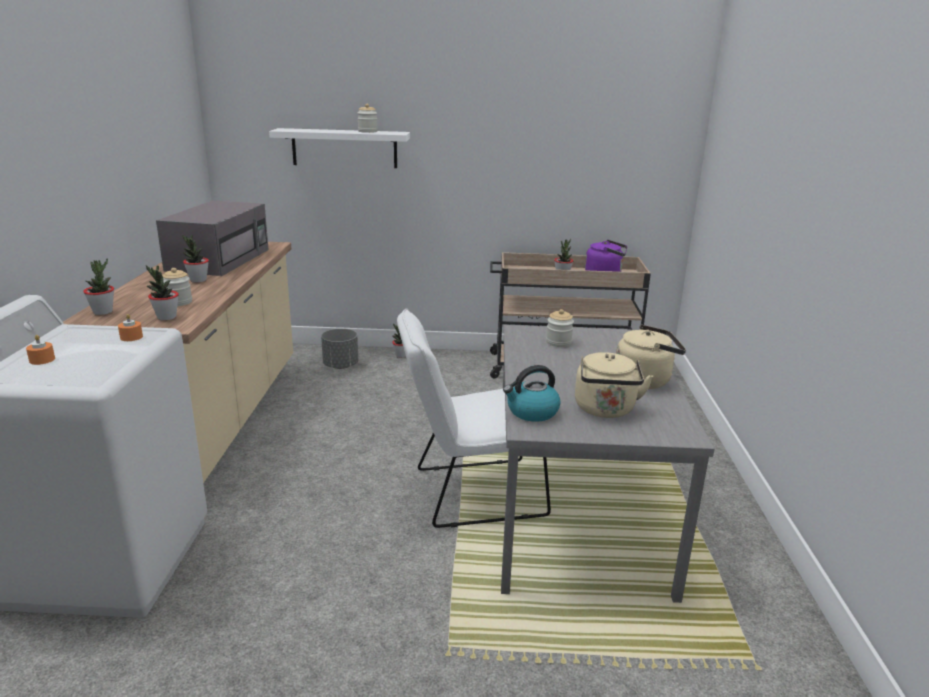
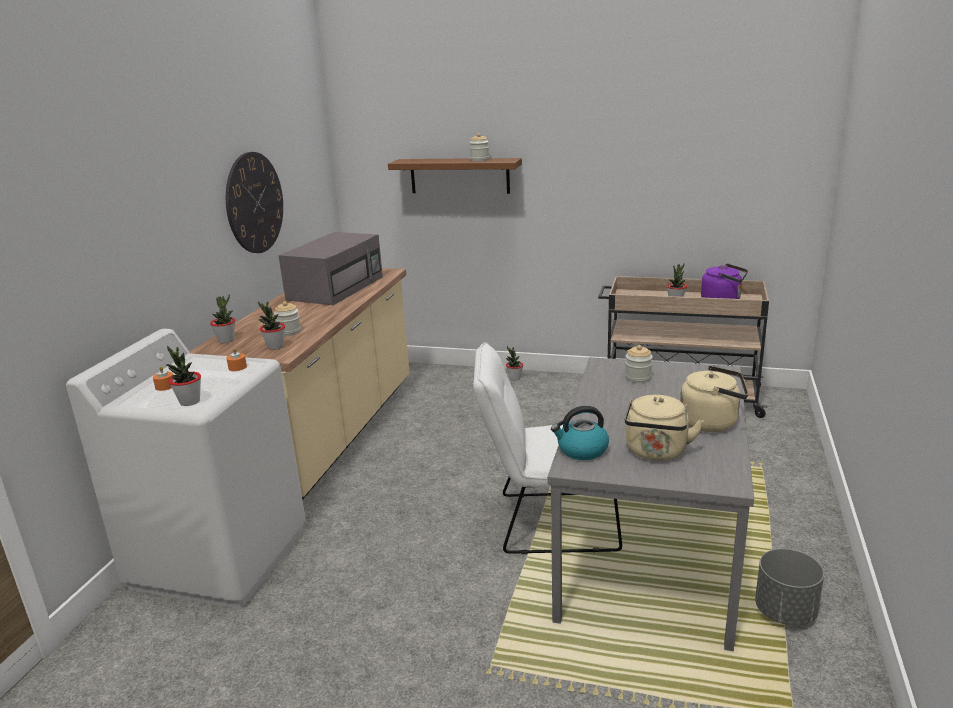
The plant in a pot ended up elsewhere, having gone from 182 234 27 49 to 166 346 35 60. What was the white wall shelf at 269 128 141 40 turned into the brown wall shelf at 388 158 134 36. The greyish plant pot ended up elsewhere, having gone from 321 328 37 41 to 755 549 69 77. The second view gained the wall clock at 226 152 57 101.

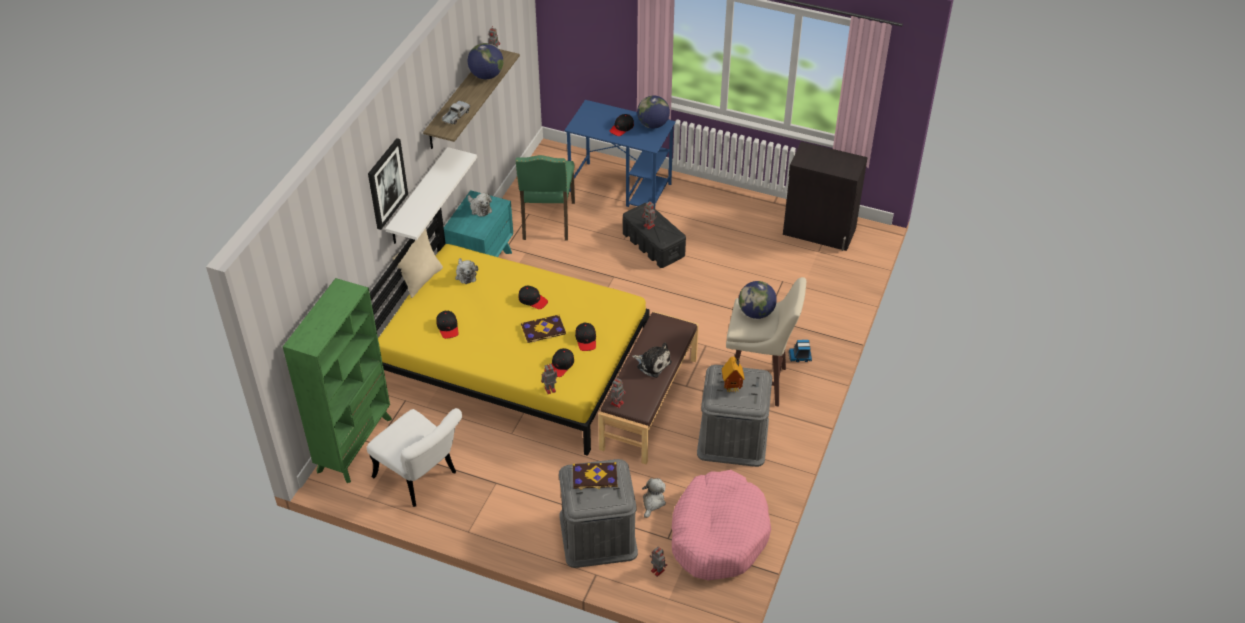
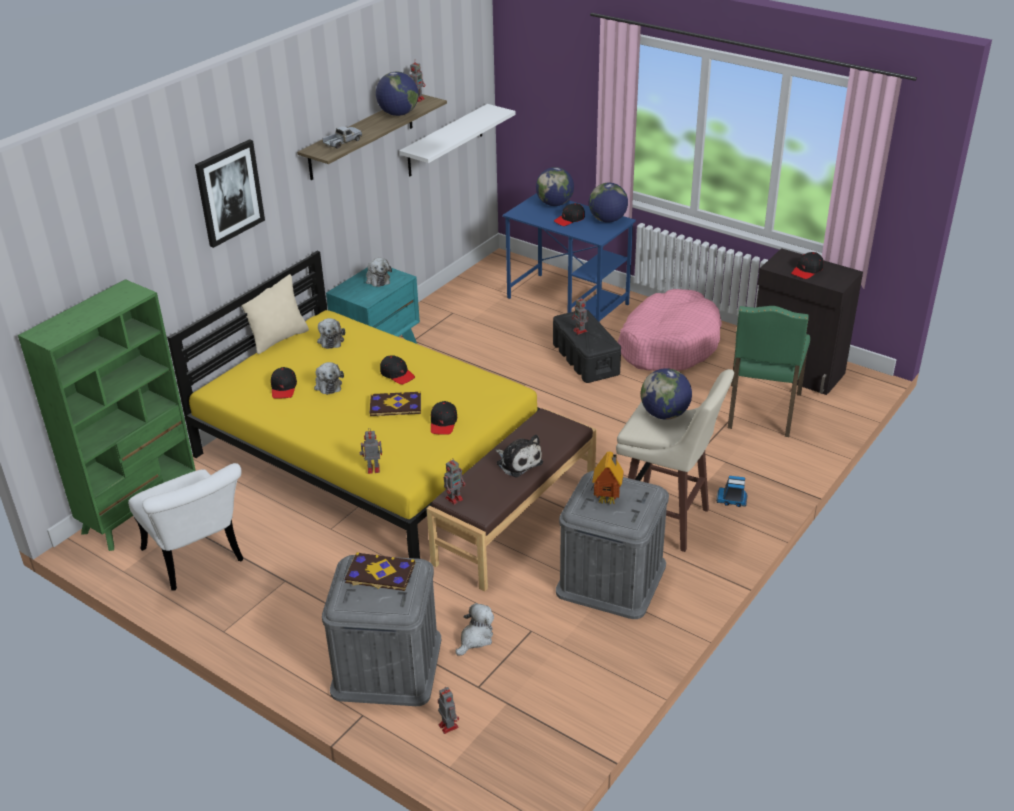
The white wall shelf ended up elsewhere, having gone from 385 147 92 97 to 399 104 116 72. The green-coloured chair ended up elsewhere, having gone from 515 155 60 86 to 728 306 82 131. The blackish baseball cap ended up elsewhere, having gone from 551 348 23 29 to 791 252 32 27. The pinkish pet bed ended up elsewhere, having gone from 672 470 99 110 to 618 289 104 82. The second view gained the soft toy at 314 362 30 33. The second view gained the desk globe at 536 167 38 39.

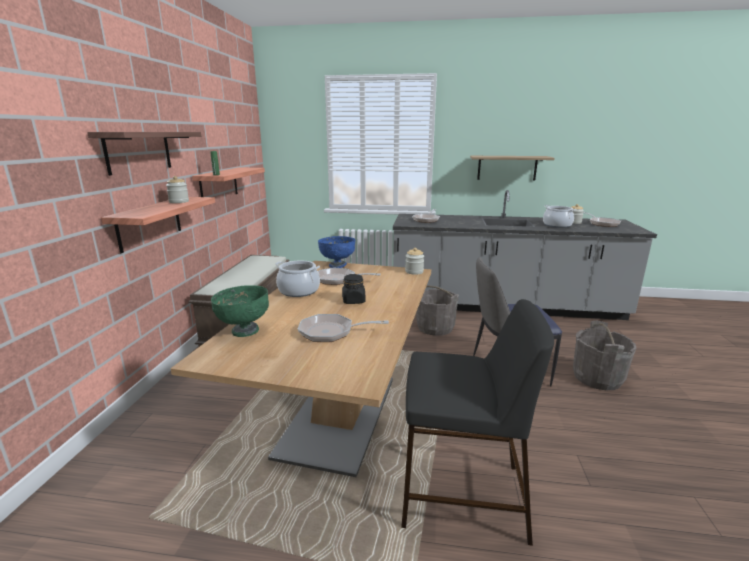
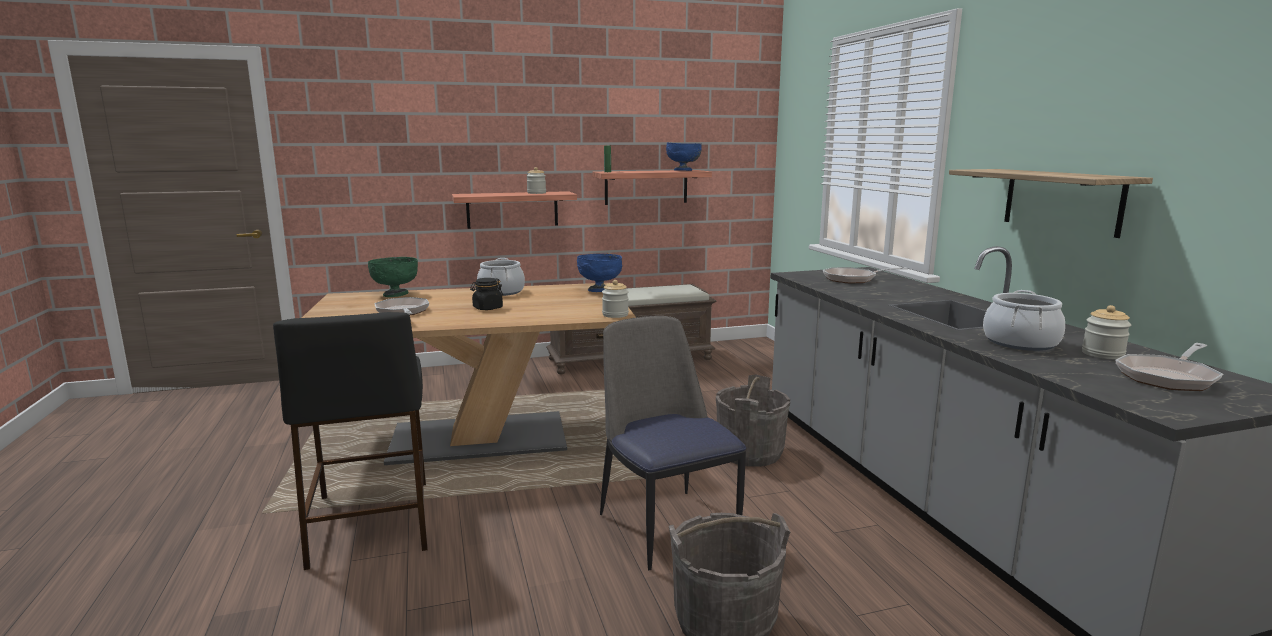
The second view lost the wall shelf at 87 132 114 44. The second view lost the skillet at 318 268 63 17. The second view gained the blue-coloured bowl at 666 142 36 29.

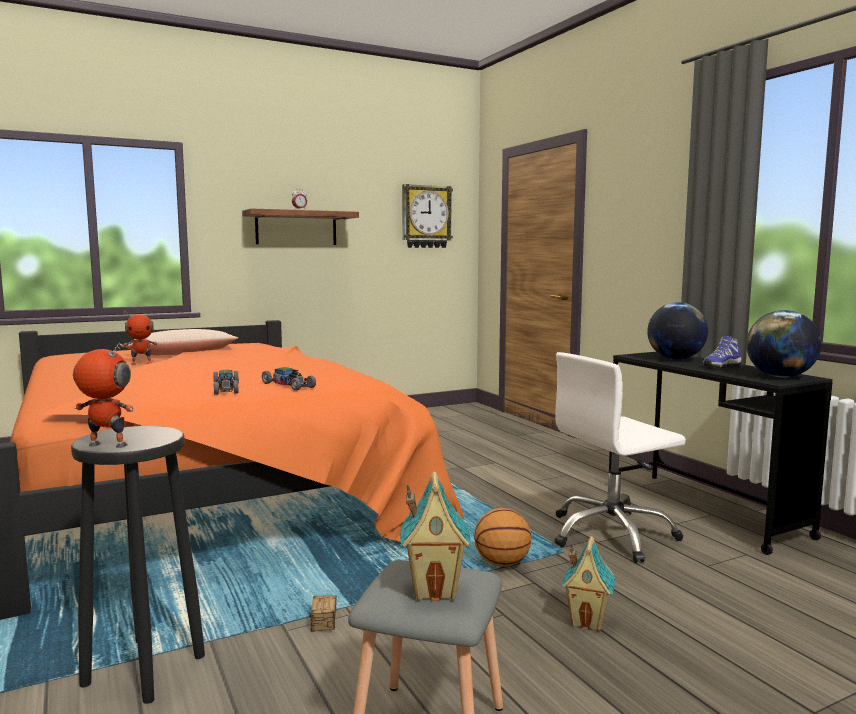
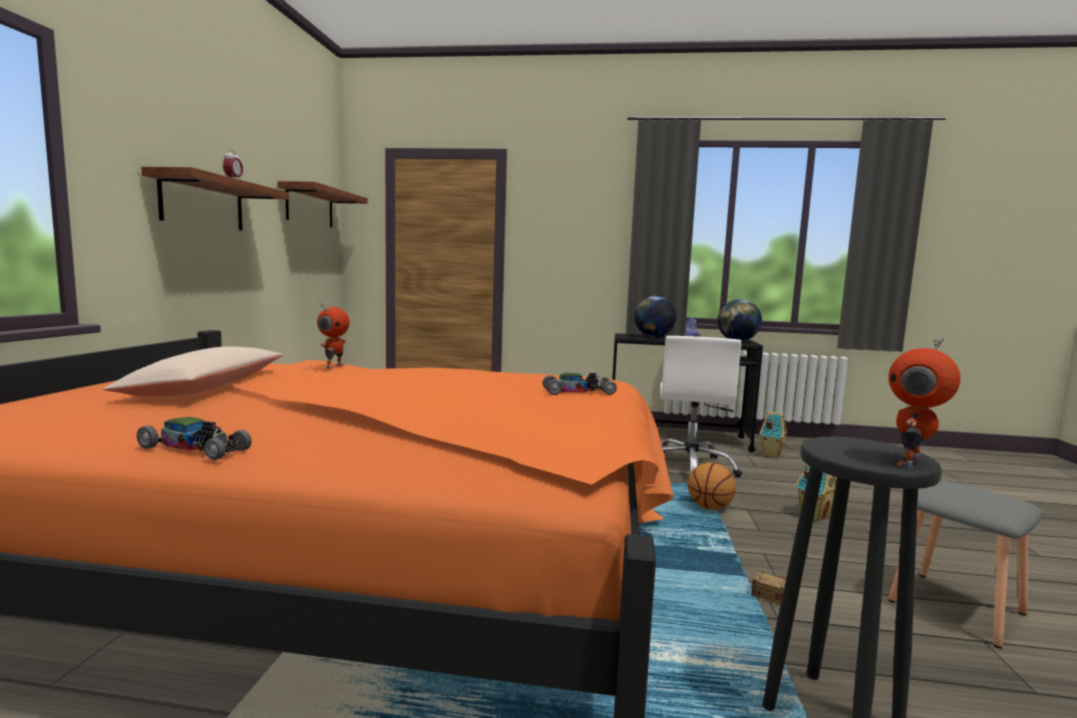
The toy robot ended up elsewhere, having gone from 123 311 34 54 to 317 303 33 66. The toy car ended up elsewhere, having gone from 213 370 26 25 to 137 417 115 43. The toy house ended up elsewhere, having gone from 400 471 71 130 to 760 411 28 47. Where the wall clock hung at 402 184 51 64, the wall shelf came to hang at 277 181 91 46.

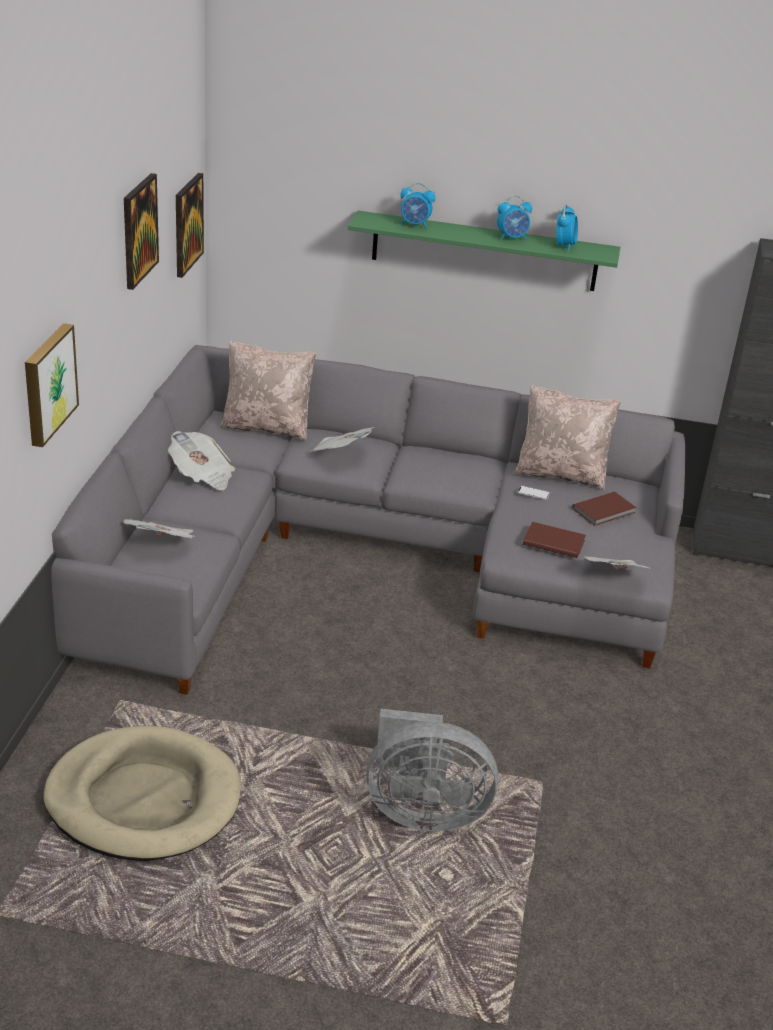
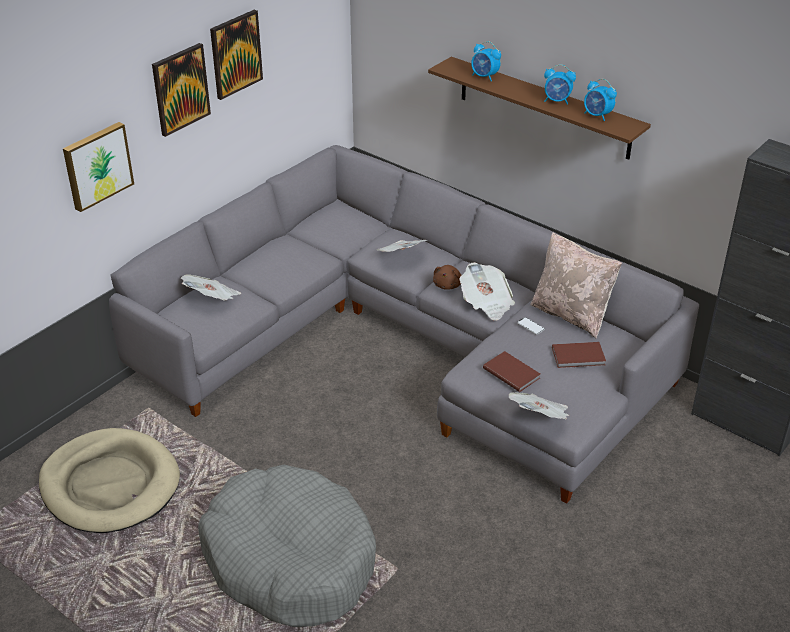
The newspaper ended up elsewhere, having gone from 168 431 67 60 to 459 262 56 59. The picture ended up elsewhere, having gone from 176 173 28 105 to 152 43 59 94. The second view lost the beige-coloured pillow at 220 340 96 101. What was the green-coloured wall shelf at 347 211 273 80 turned into the brown wall shelf at 428 57 223 103. Where the greyish electric fan stood at 366 709 133 122, the greyish pet bed came to stand at 198 465 178 162. The bedside clock at 556 204 22 48 ended up facing another way, 90 degrees clockwise from before. The second view gained the brown soft toy at 433 265 28 25.

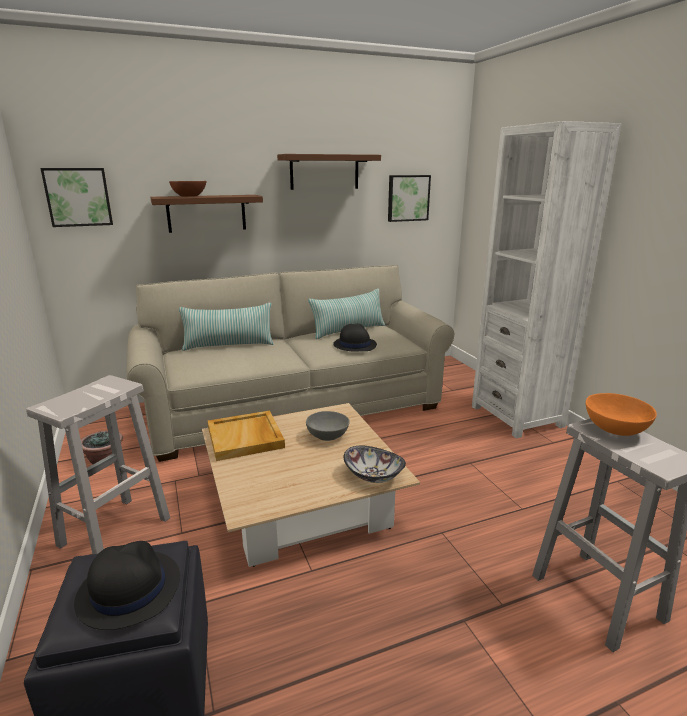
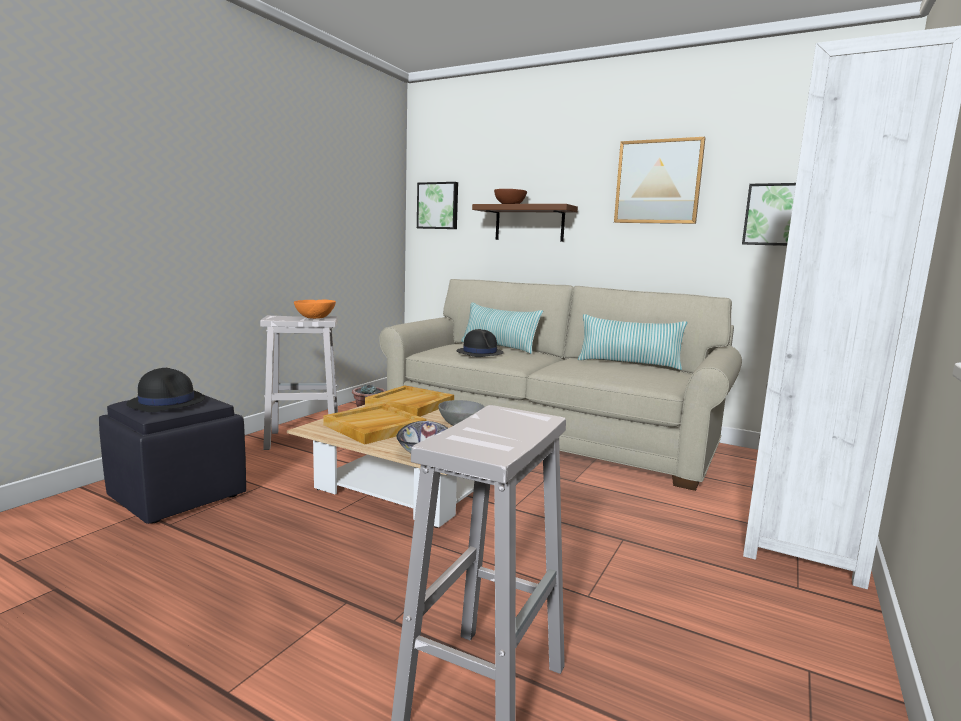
Where the brown wall shelf hung at 277 154 104 36, the picture came to hang at 614 137 91 87. The blackish wearable hat ended up elsewhere, having gone from 333 324 44 27 to 457 329 47 28. The orange bowl ended up elsewhere, having gone from 586 393 71 43 to 294 300 42 19. The second view gained the beige-coloured serving tray at 323 403 103 42.

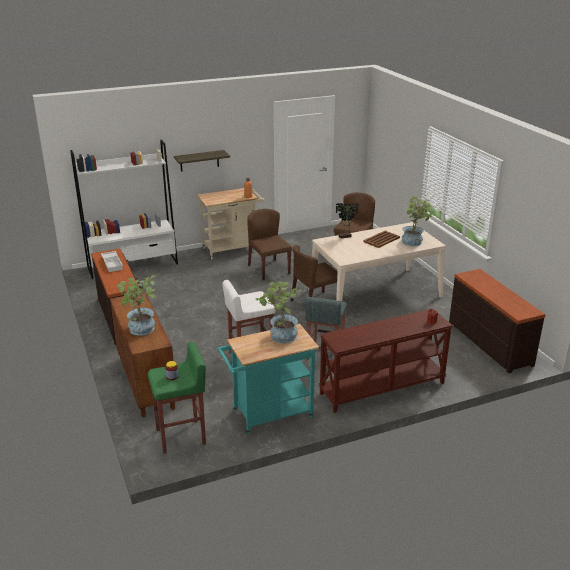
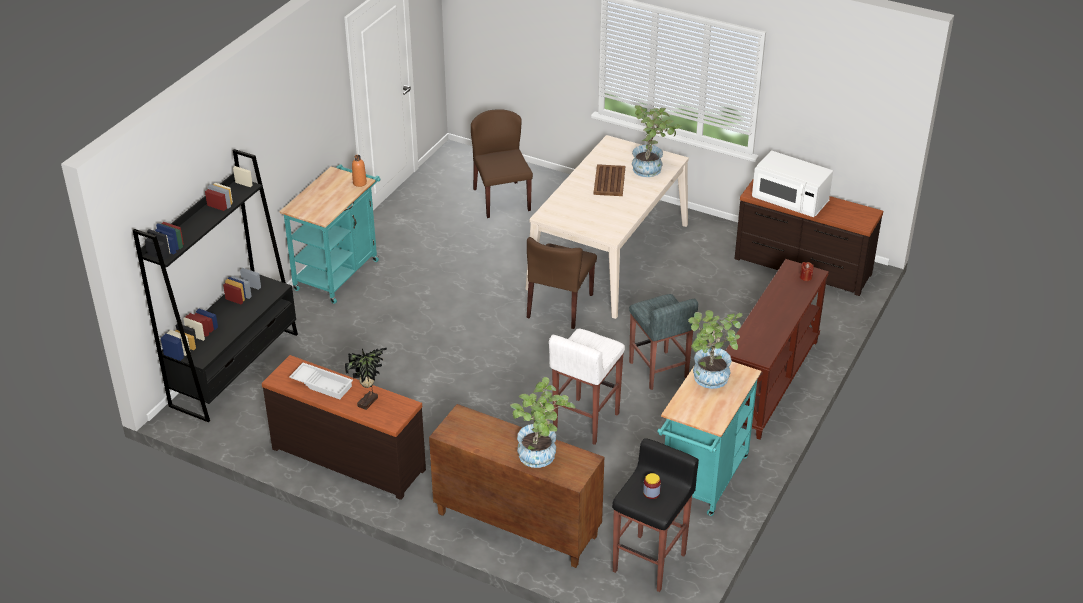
What was the white shelving unit at 70 140 108 139 turned into the blackish shelving unit at 133 149 165 273. What was the green-coloured stool at 148 342 58 112 turned into the blackish stool at 612 438 87 154. The second view lost the wall shelf at 174 150 56 21. What was the beige-coloured cart at 197 188 68 72 turned into the turquoise cart at 279 164 101 140. The second view lost the brown chair at 247 209 45 71. The plant in a pot ended up elsewhere, having gone from 336 203 23 36 to 345 348 42 62. The second view gained the white microwave at 752 151 81 66.

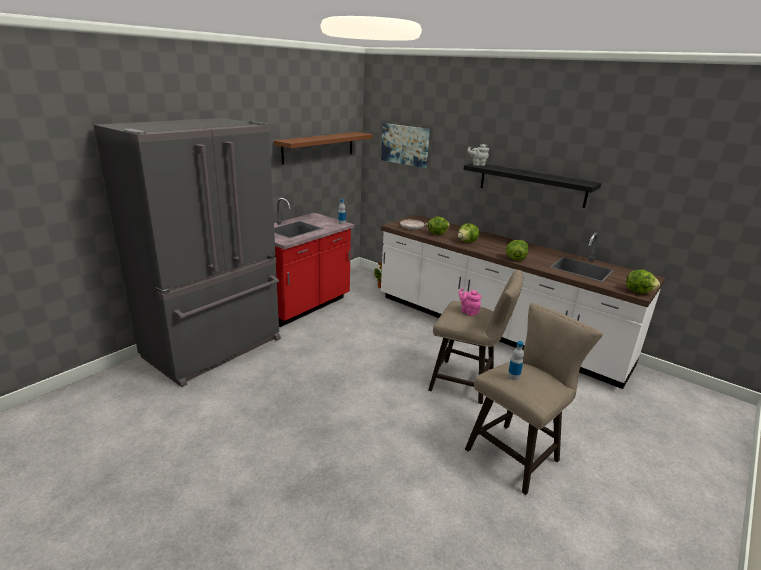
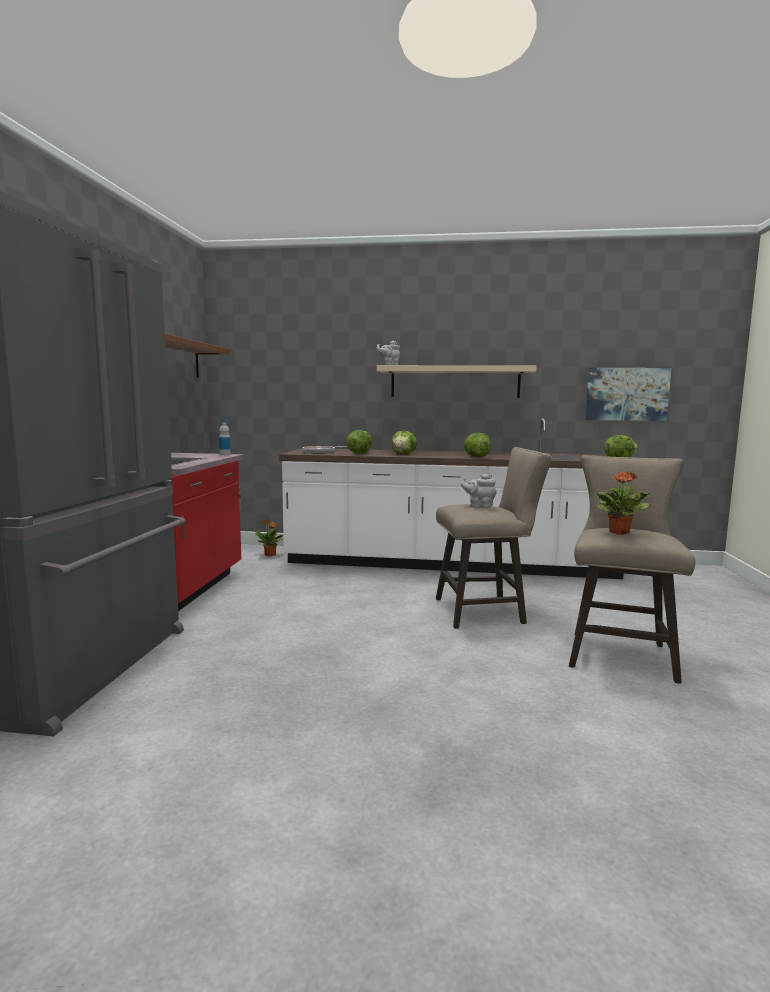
The picture ended up elsewhere, having gone from 381 123 49 45 to 585 368 87 53. What was the pinkish teapot at 458 288 23 28 turned into the greyish teapot at 461 473 35 35. What was the blackish wall shelf at 463 163 138 45 turned into the beige-coloured wall shelf at 377 365 160 33. Where the bottle stood at 508 341 16 40, the plant in a pot came to stand at 597 471 54 64.

